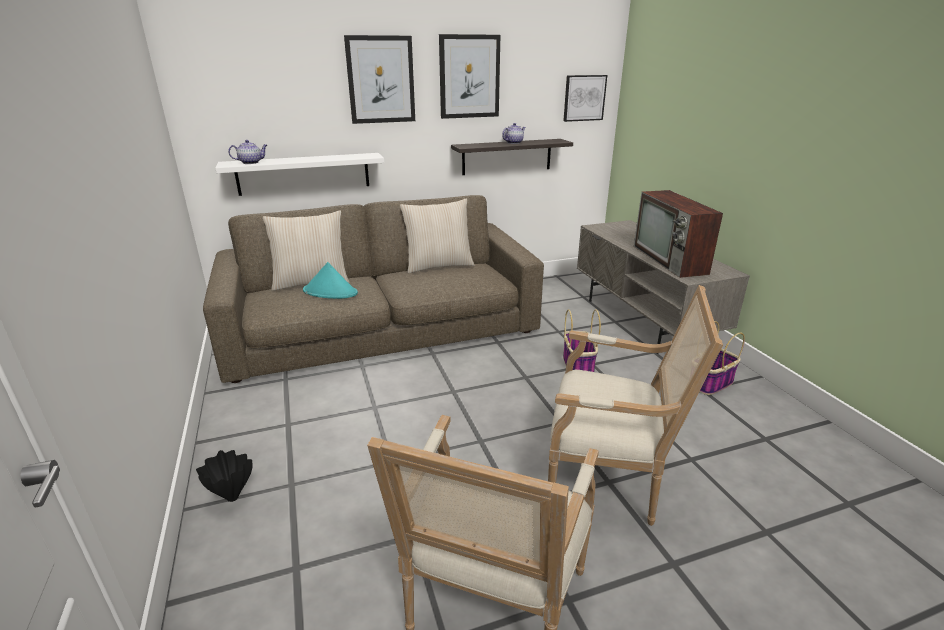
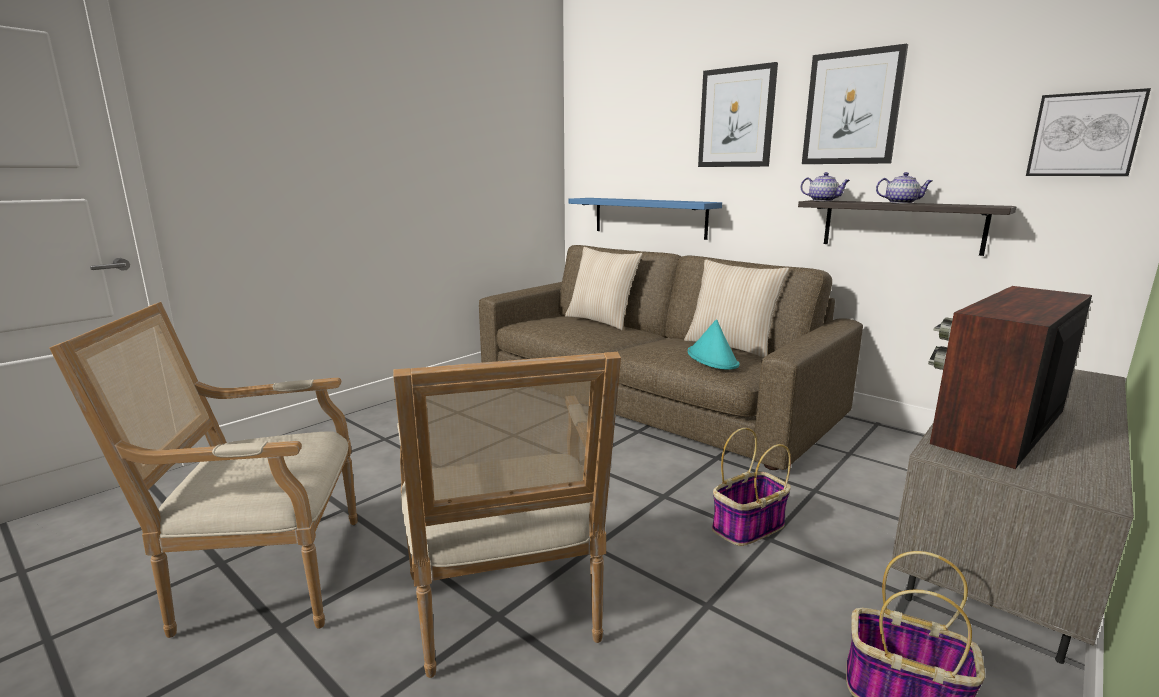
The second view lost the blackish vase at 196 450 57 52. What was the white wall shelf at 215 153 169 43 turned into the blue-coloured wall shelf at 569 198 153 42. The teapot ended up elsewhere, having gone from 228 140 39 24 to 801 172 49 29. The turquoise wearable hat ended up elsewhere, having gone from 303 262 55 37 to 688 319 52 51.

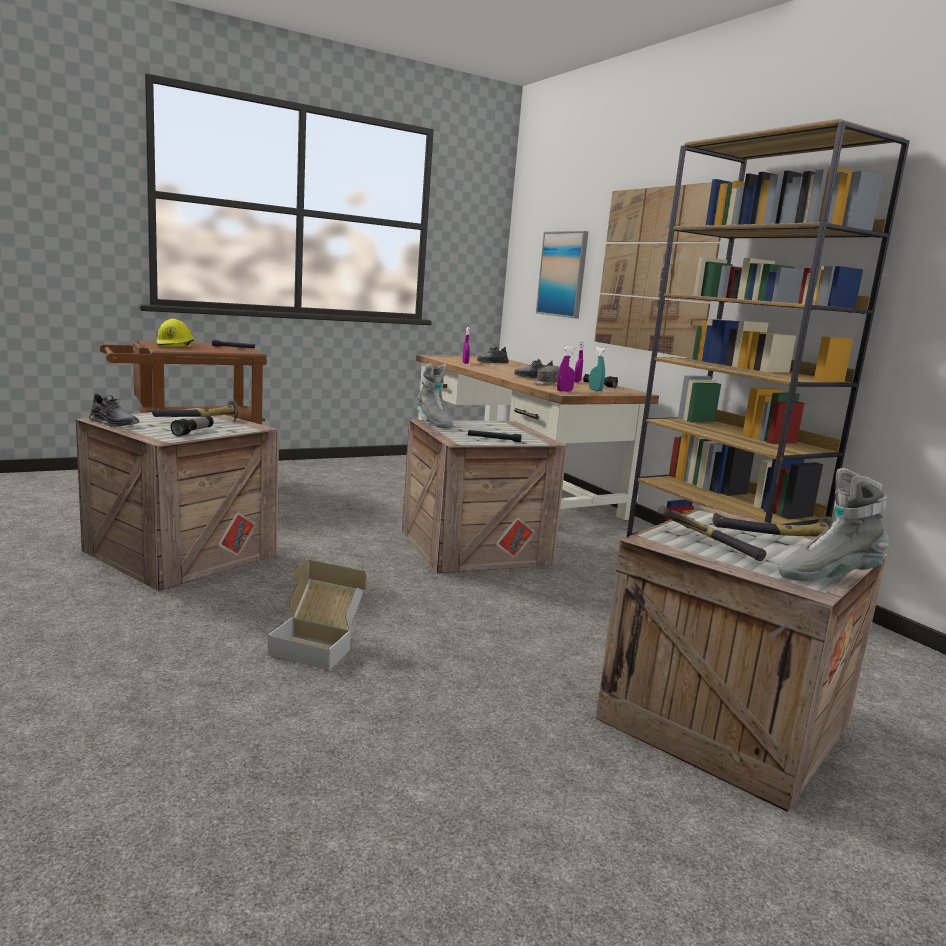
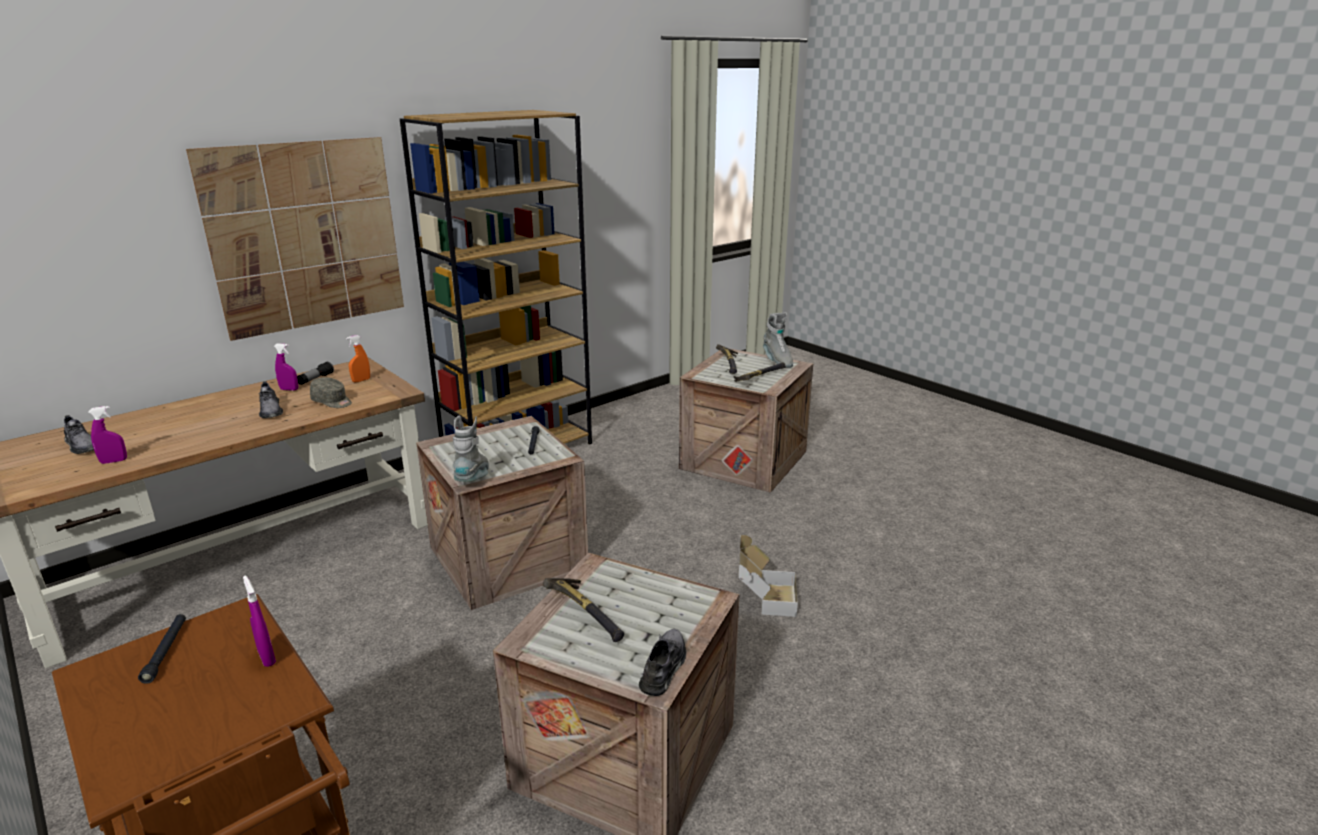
The second view lost the yellow safety helmet at 157 319 37 28. The second view lost the hand torch at 171 415 43 21. The greyish high-top boot at 417 364 36 65 ended up facing another way, 45 degrees counterclockwise from before. The second view lost the picture at 536 231 53 88. The purplish sprayer ended up elsewhere, having gone from 557 347 19 44 to 243 576 33 91. What was the turquoise sprayer at 589 347 16 44 turned into the orange sprayer at 346 335 24 48.

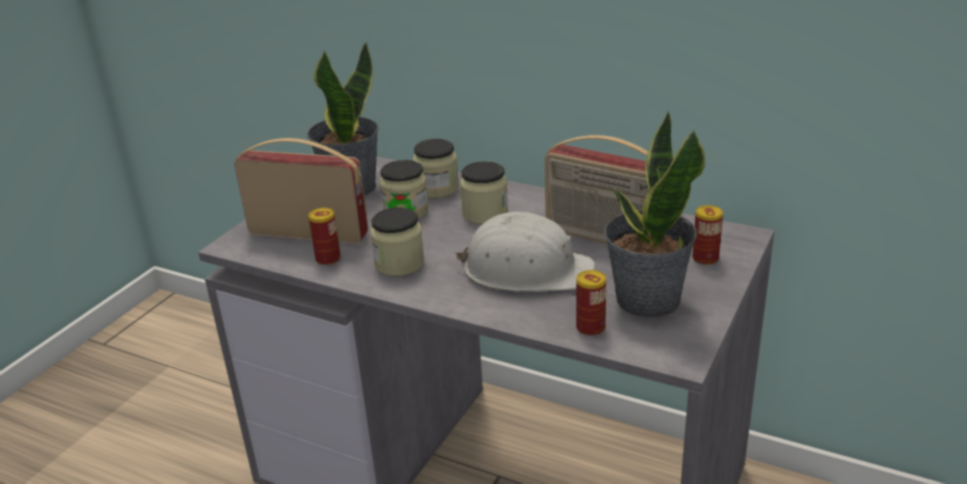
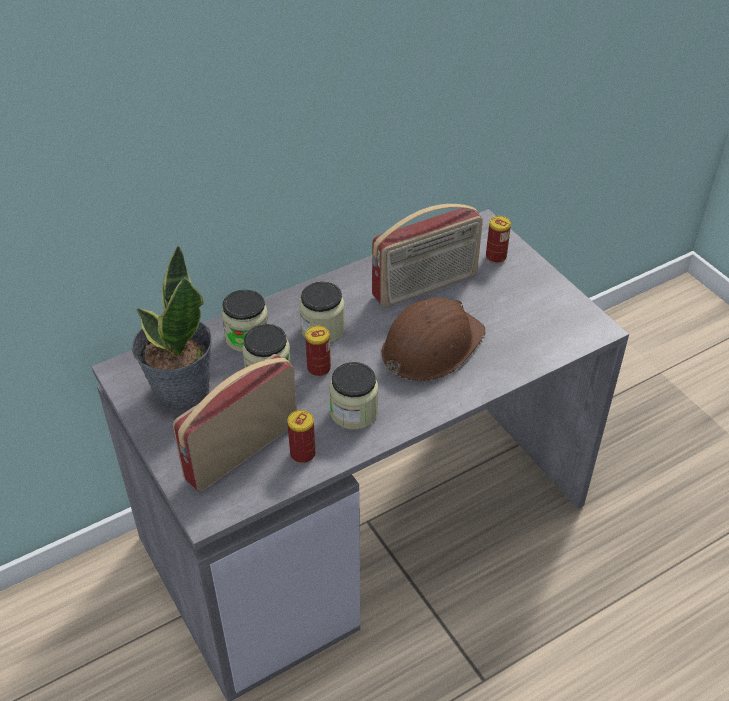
What was the white safety helmet at 455 212 140 80 turned into the brown safety helmet at 382 297 104 84. The can ended up elsewhere, having gone from 576 270 30 66 to 305 326 26 51. The second view lost the plant in a pot at 604 111 101 207.

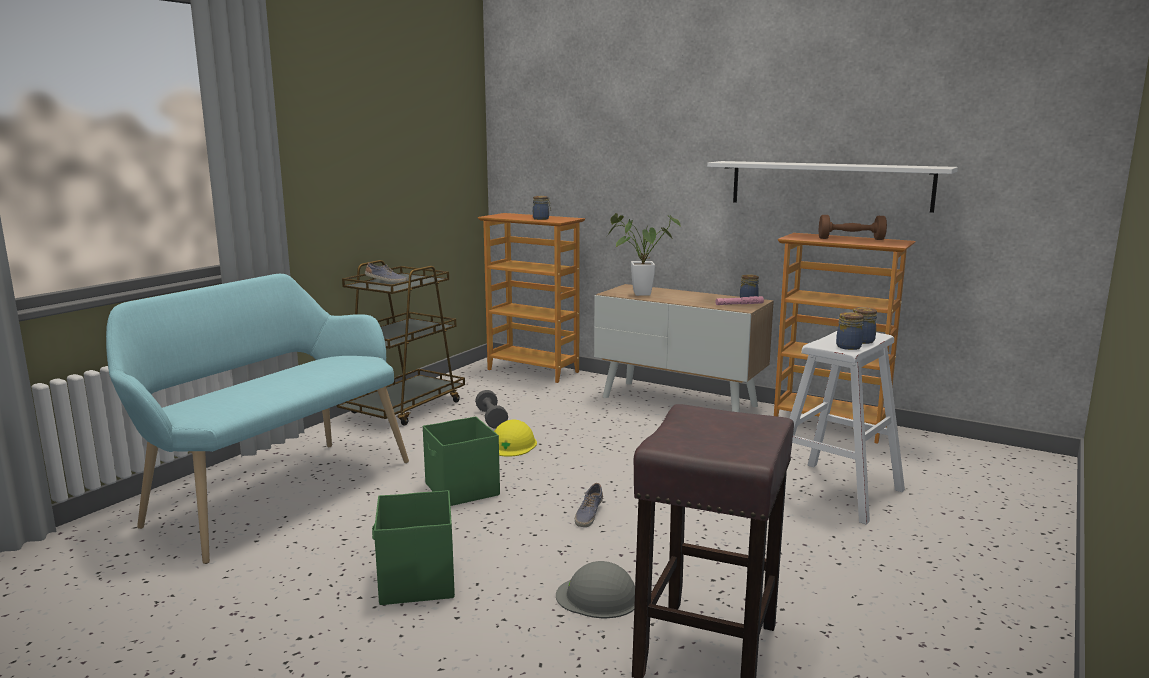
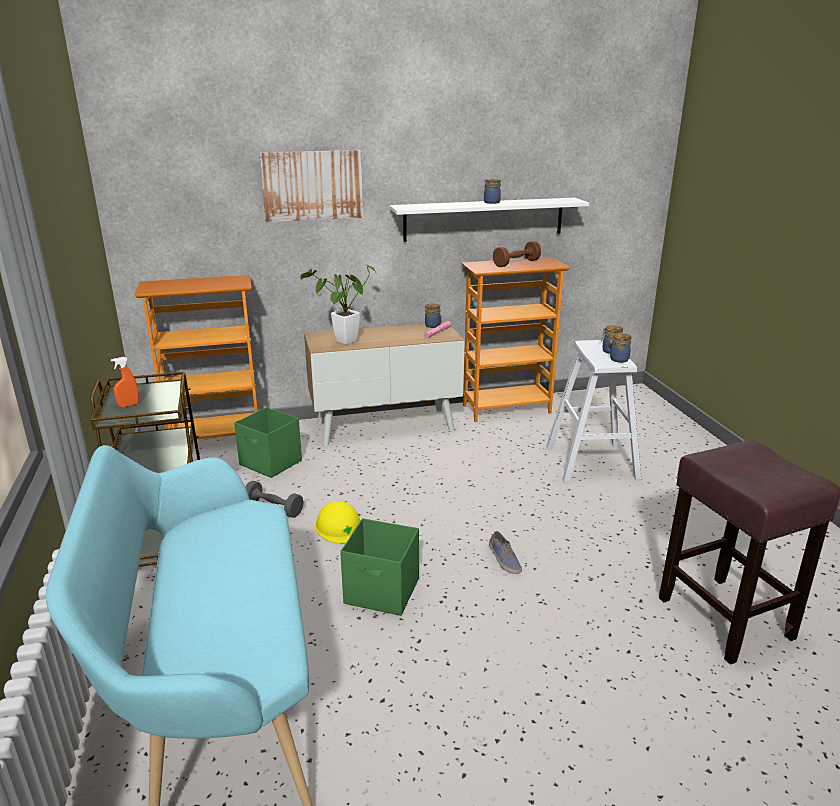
Where the low shoe stood at 365 262 43 21, the orange sprayer came to stand at 111 357 28 51. The green-coloured storage bin ended up elsewhere, having gone from 372 490 83 115 to 234 407 68 71. The storage jar ended up elsewhere, having gone from 533 196 18 24 to 484 178 17 26. The second view lost the greyish safety helmet at 556 561 79 57. The second view gained the picture at 260 150 103 72.

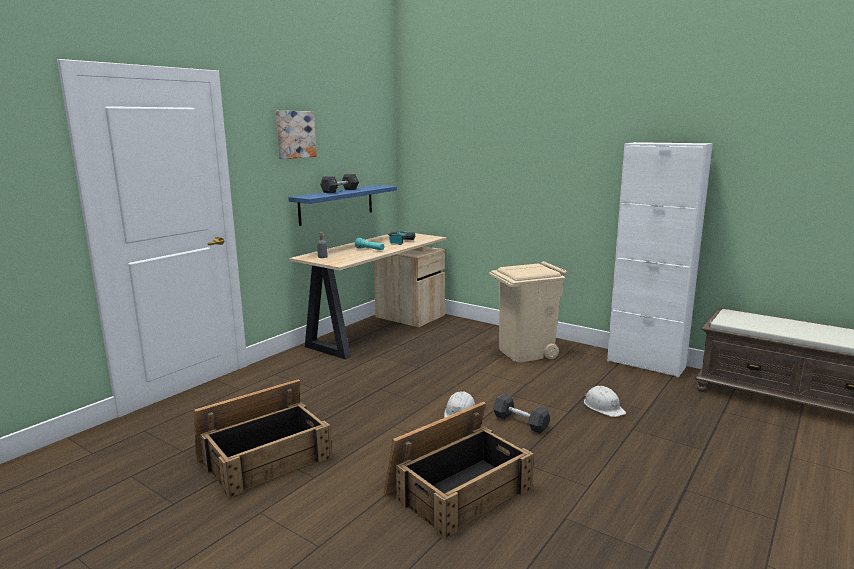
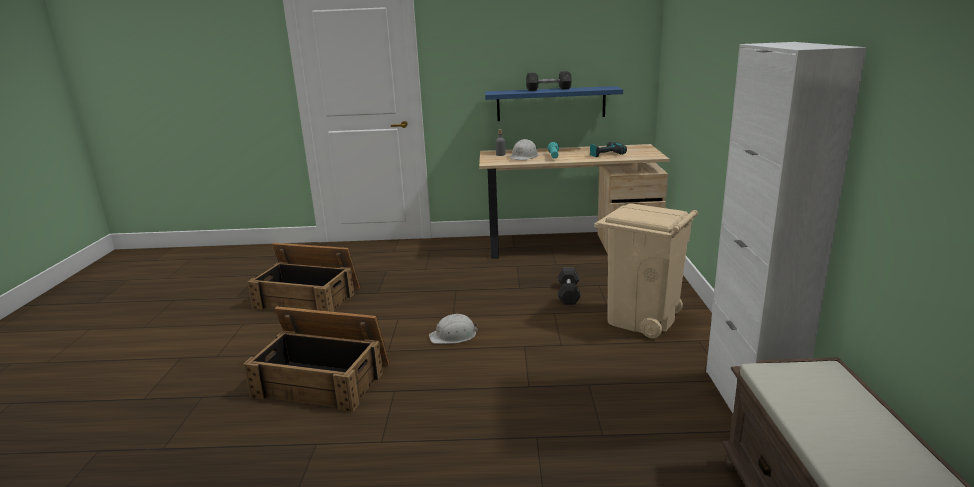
The second view lost the picture at 276 111 41 48. The greyish hand weight ended up elsewhere, having gone from 493 394 57 39 to 558 268 23 37. The white safety helmet ended up elsewhere, having gone from 584 386 42 31 to 510 139 28 21.

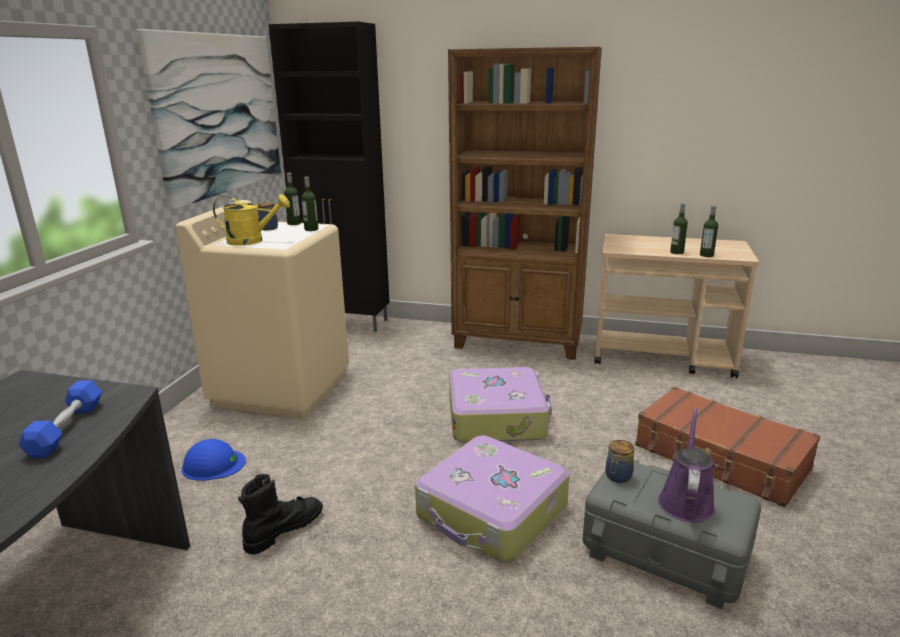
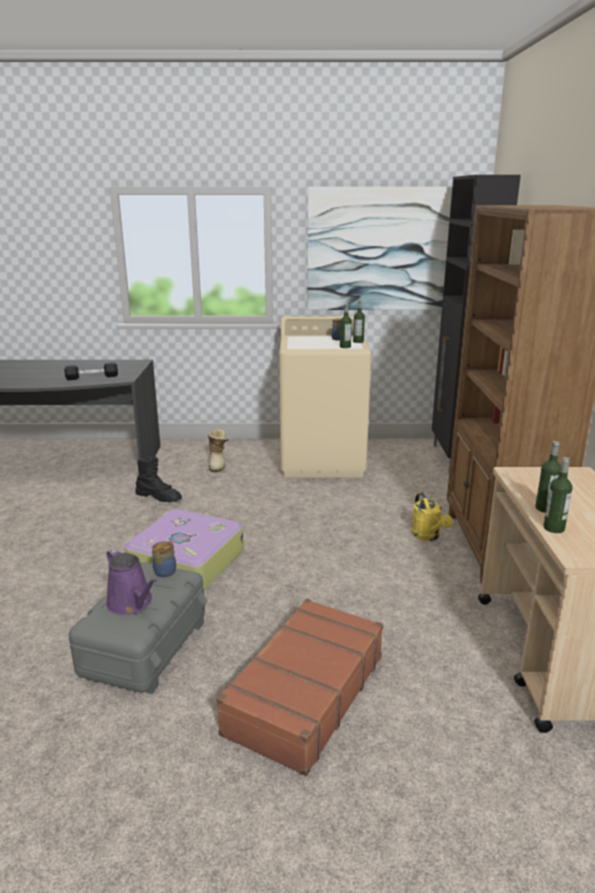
What was the blue-coloured hand weight at 19 380 83 78 turned into the blackish hand weight at 64 362 54 18. Where the blue-coloured safety helmet stood at 181 439 65 42, the high-top boot came to stand at 208 429 21 44. The yellow watering can ended up elsewhere, having gone from 213 194 77 52 to 411 493 42 48. The second view lost the suitcase at 449 367 103 76. The purplish watering can at 658 408 57 115 ended up facing another way, 45 degrees clockwise from before.

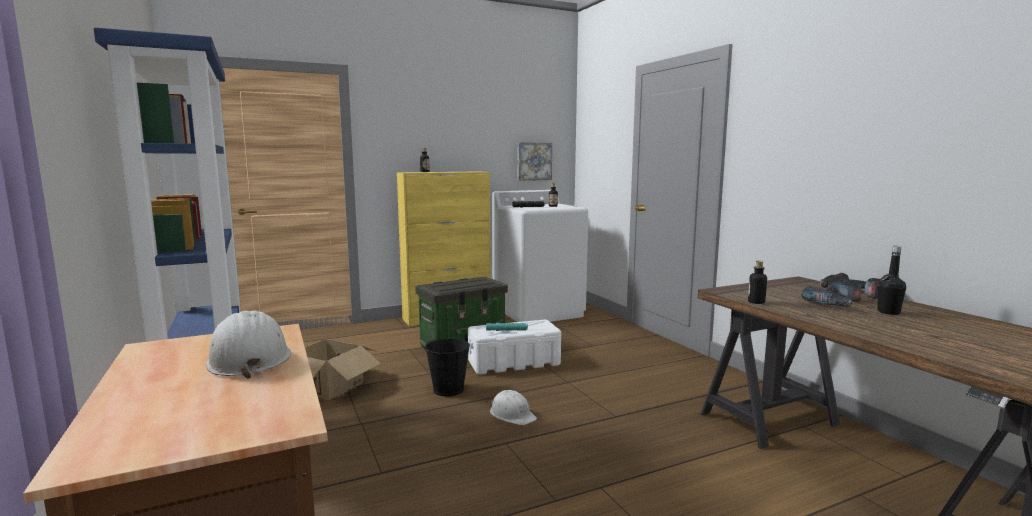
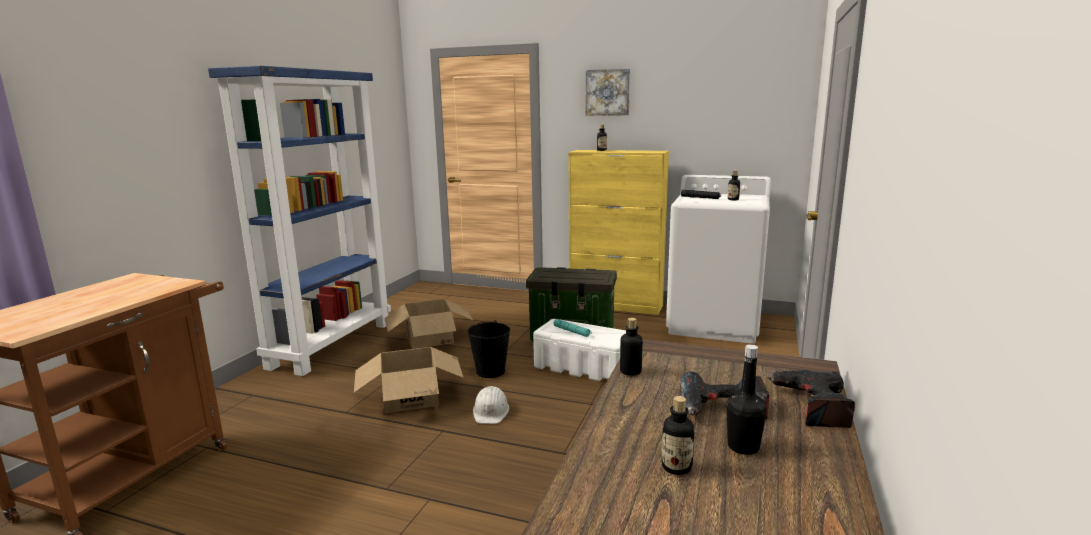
The second view lost the white safety helmet at 206 311 85 68. The picture ended up elsewhere, having gone from 517 142 35 39 to 586 69 44 47. The second view gained the cardboard box at 354 347 110 67. The second view gained the bottle at 661 396 33 79.

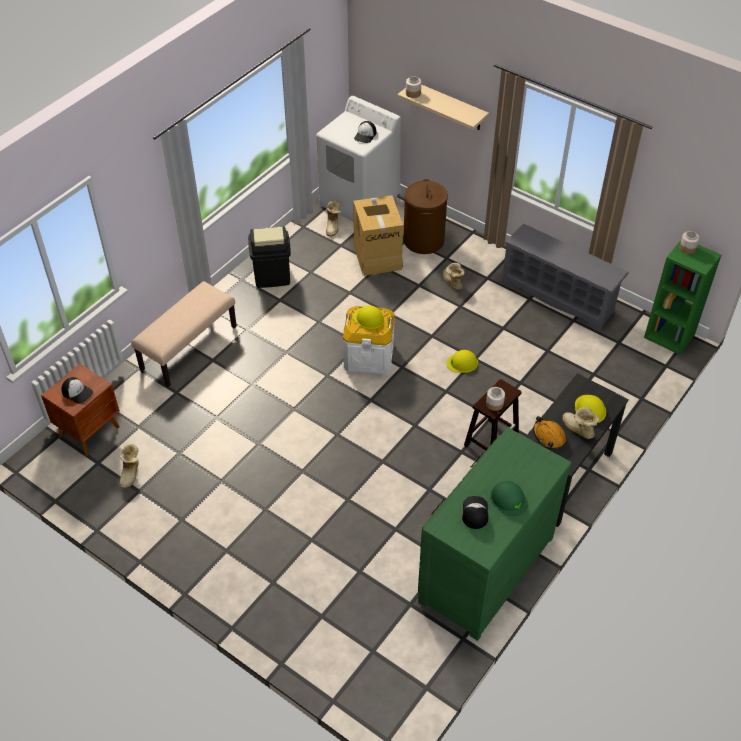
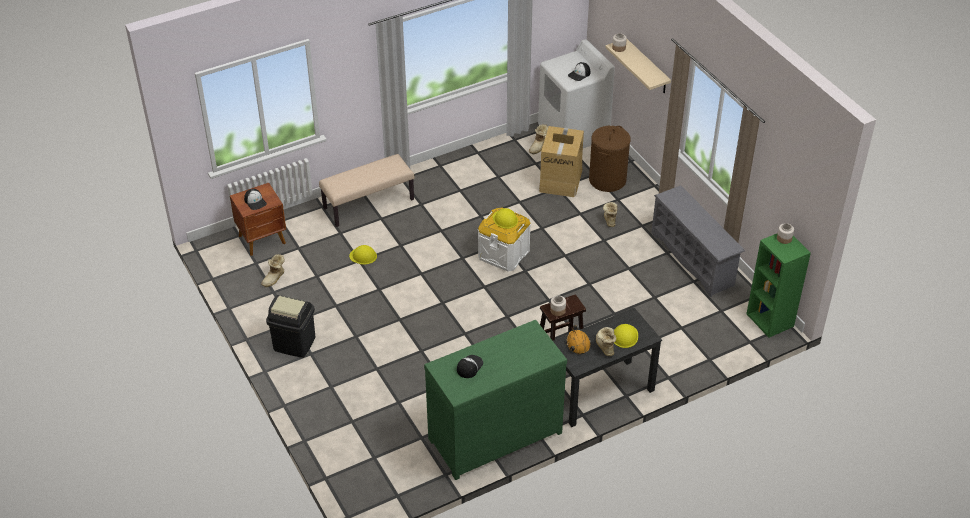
The blackish trash can ended up elsewhere, having gone from 248 226 43 62 to 266 295 49 63. The yellow safety helmet ended up elsewhere, having gone from 446 350 32 23 to 349 245 28 20. The second view lost the green-coloured safety helmet at 490 481 38 35.

